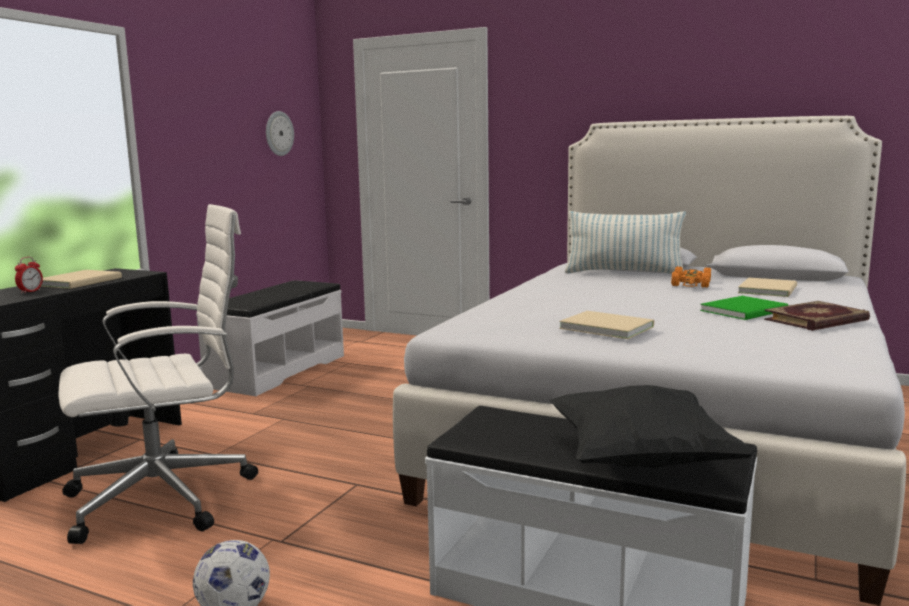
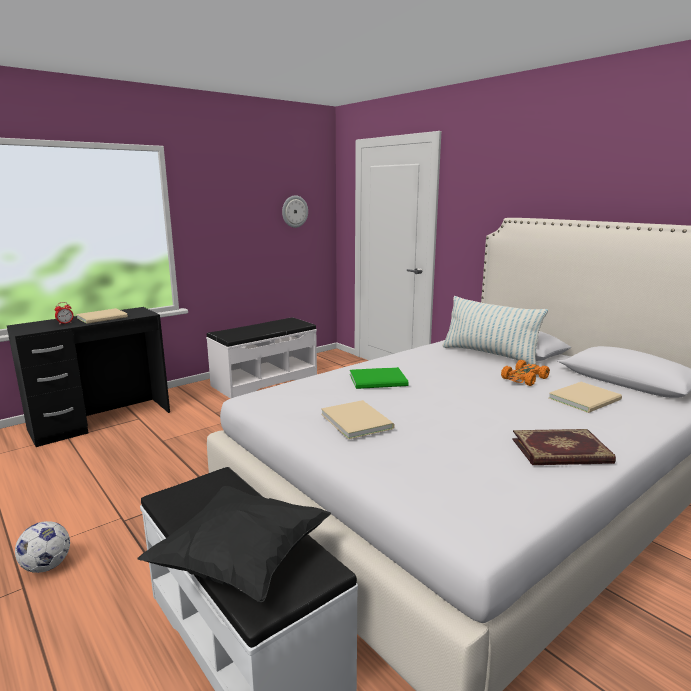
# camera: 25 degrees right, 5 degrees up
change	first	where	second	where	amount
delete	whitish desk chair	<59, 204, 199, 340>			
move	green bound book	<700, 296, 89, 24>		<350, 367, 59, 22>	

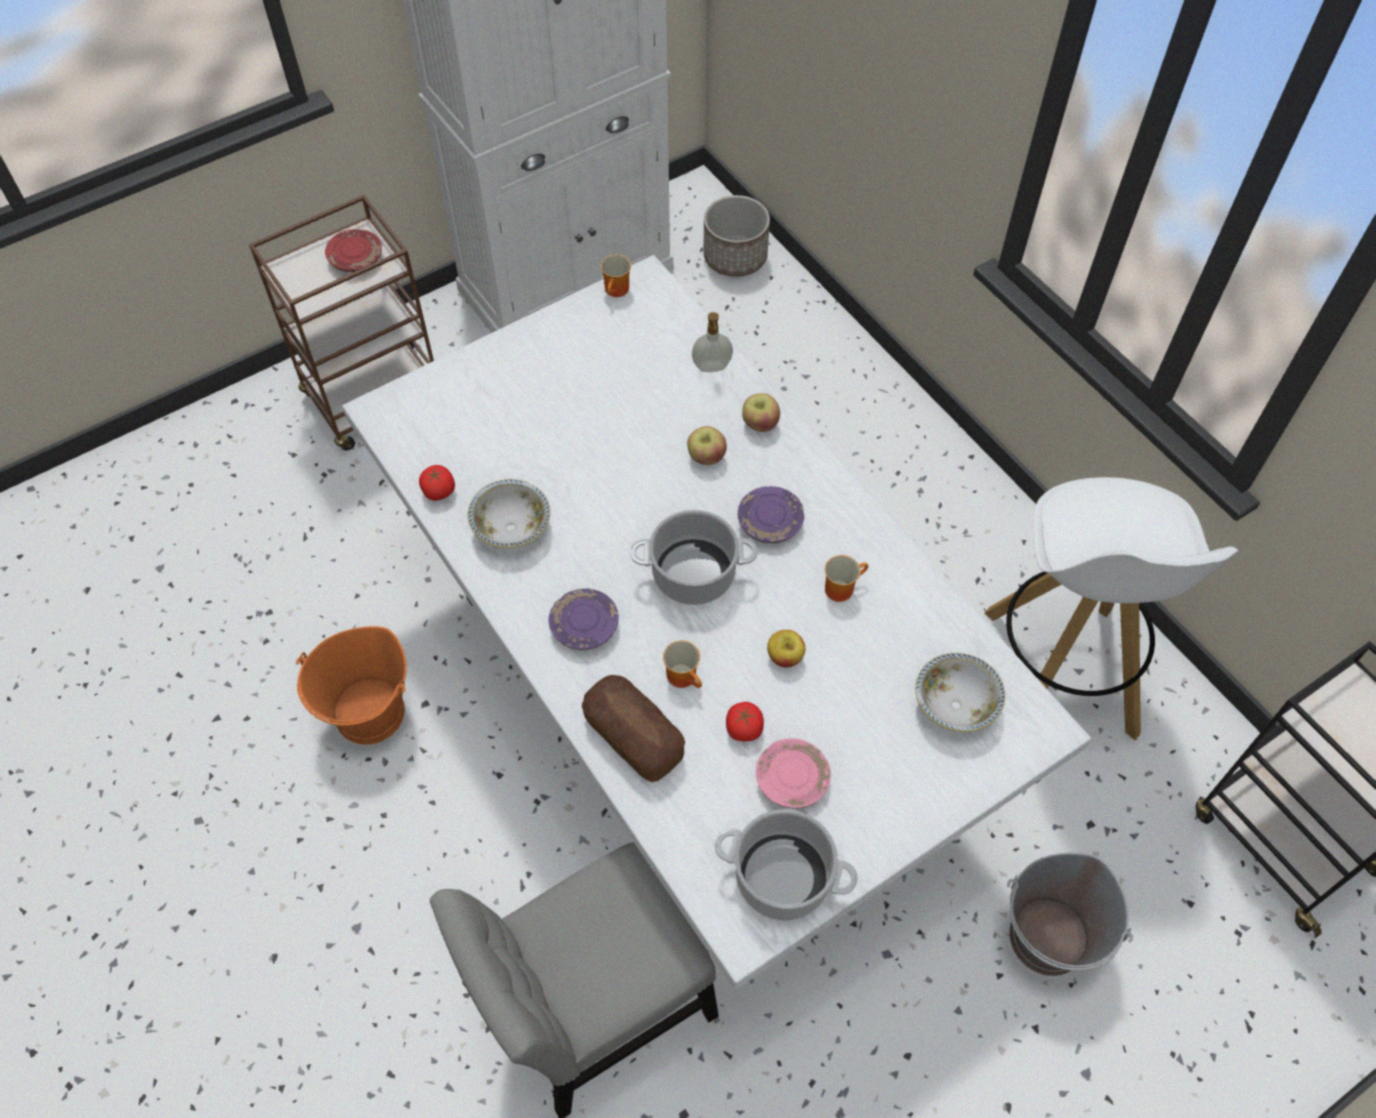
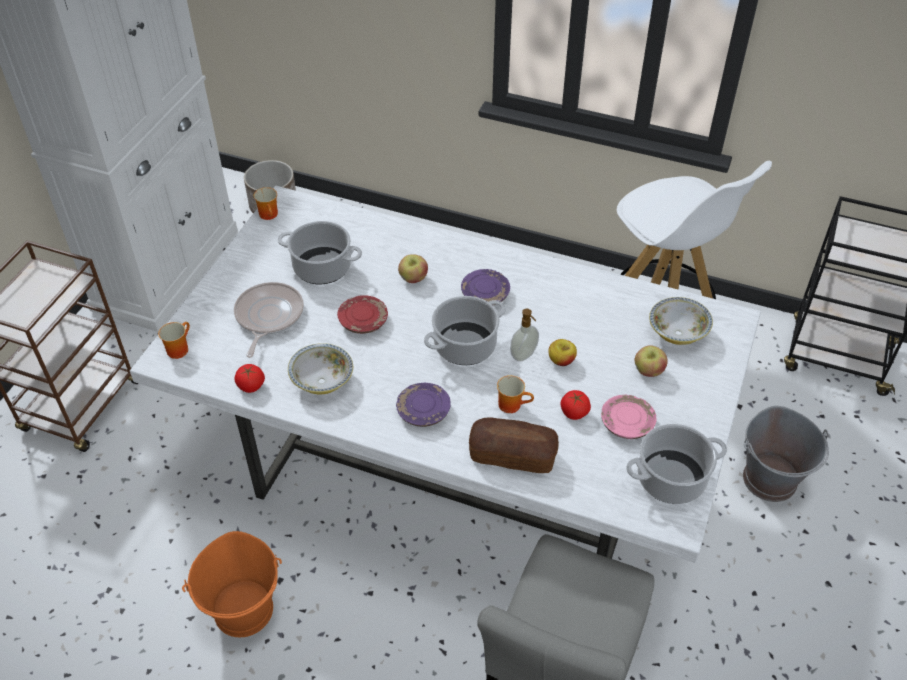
# camera: 35 degrees left, 10 degrees down
change	first	where	second	where	amount
move	reddish plate	<325, 229, 57, 43>		<337, 295, 51, 39>	
move	soap dispenser	<692, 312, 41, 60>		<510, 309, 29, 53>	
move	apple fruit	<742, 393, 38, 39>		<635, 345, 33, 32>	
move	tea mug	<825, 555, 43, 47>		<158, 322, 32, 37>	
insert			skillet	<234, 282, 70, 76>	
insert			cooking pot	<278, 221, 84, 63>	

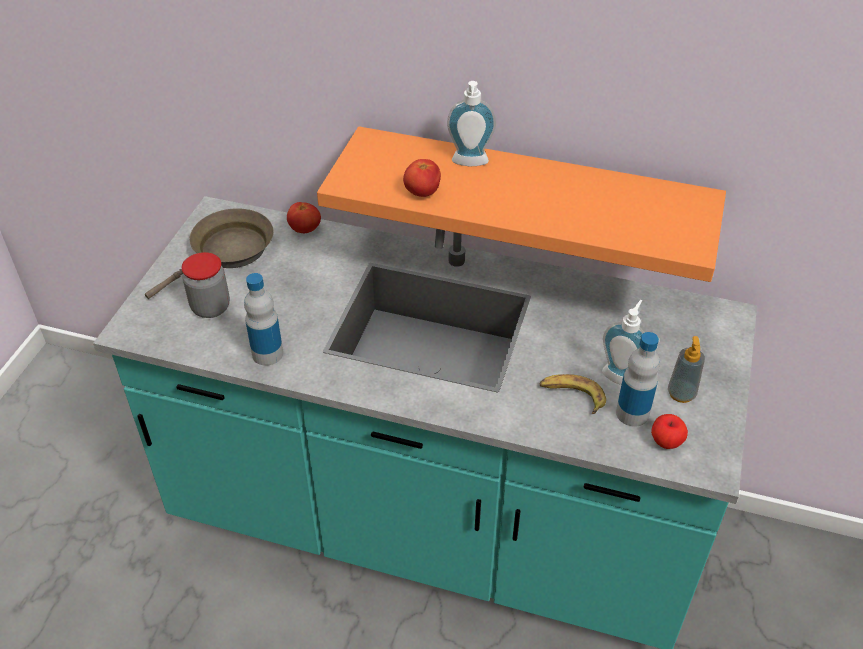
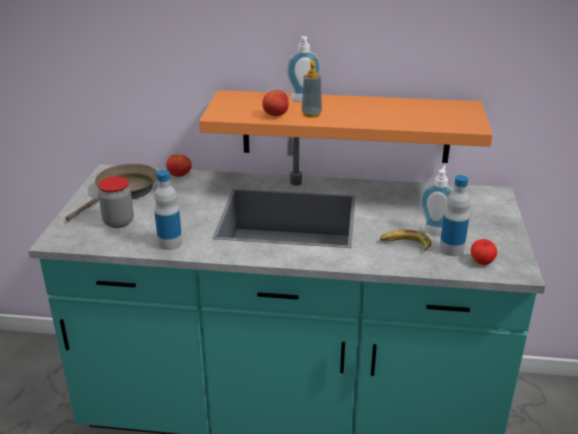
# camera: 10 degrees left, 15 degrees down
change	first	where	second	where	amount
move	soap dispenser	<668, 336, 37, 67>		<301, 60, 21, 58>	

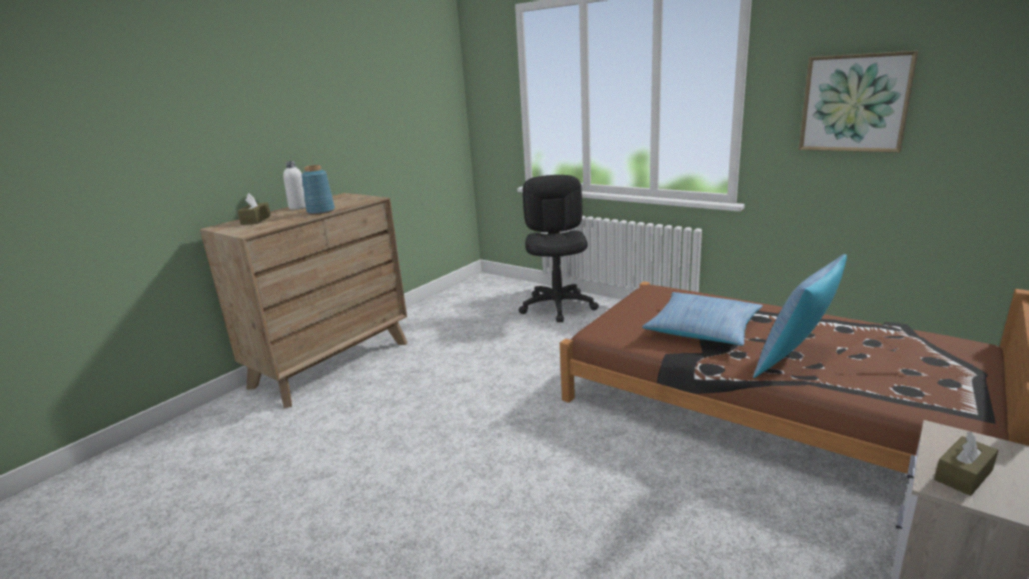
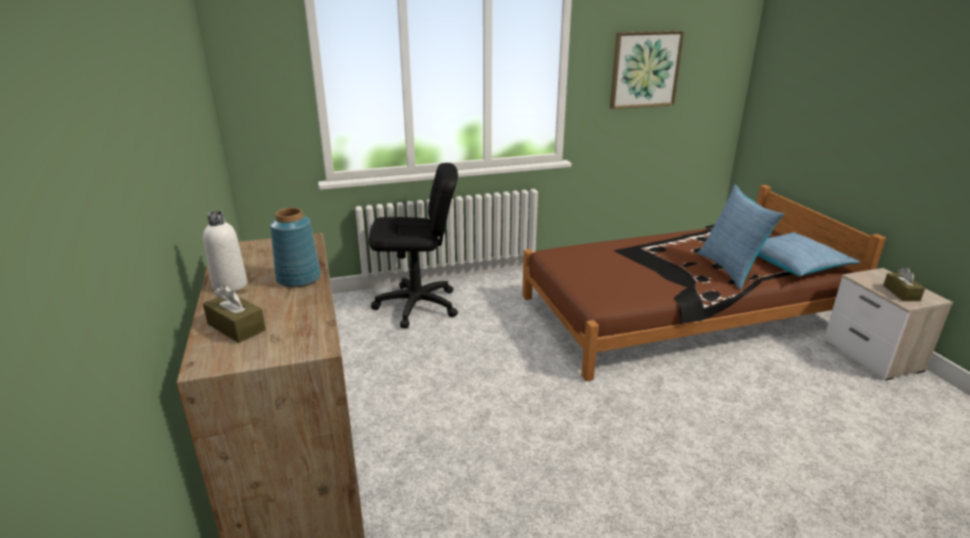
# camera: 55 degrees left, 5 degrees up
change	first	where	second	where	amount
rotate	black-coloured desk chair	<519, 175, 80, 147>		<369, 163, 89, 165>	135 degrees clockwise
move	cushion	<642, 292, 121, 54>		<757, 232, 104, 45>	

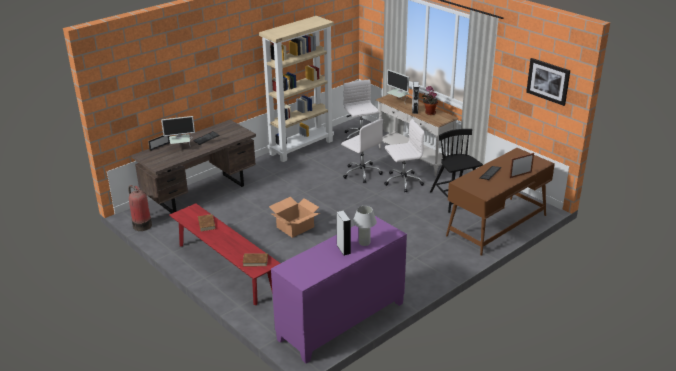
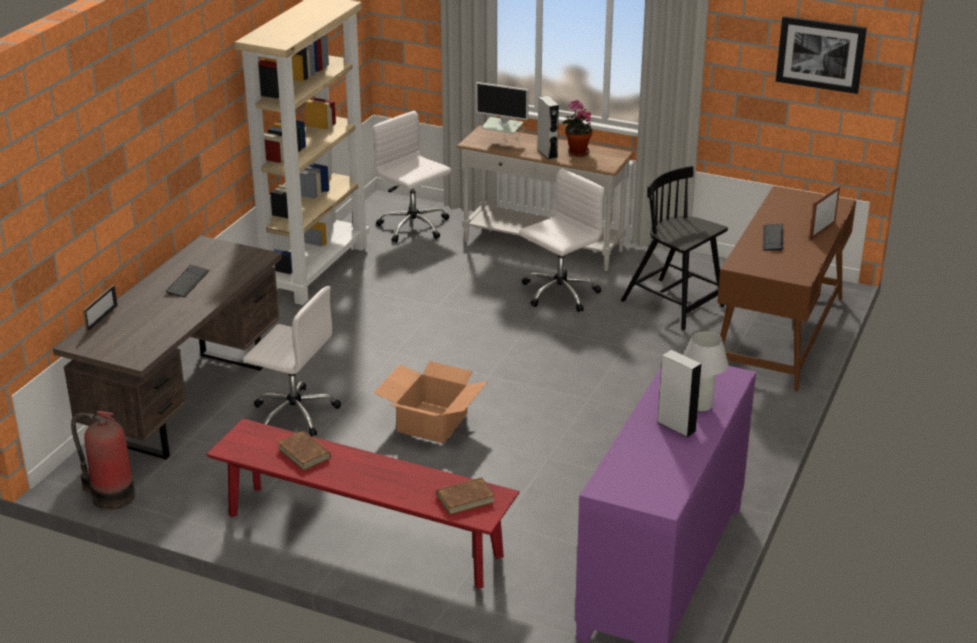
# camera: 25 degrees left, 0 degrees up
change	first	where	second	where	amount
delete	computer display	<161, 116, 34, 31>			
move	whitish desk chair	<341, 119, 42, 64>		<243, 286, 98, 151>	

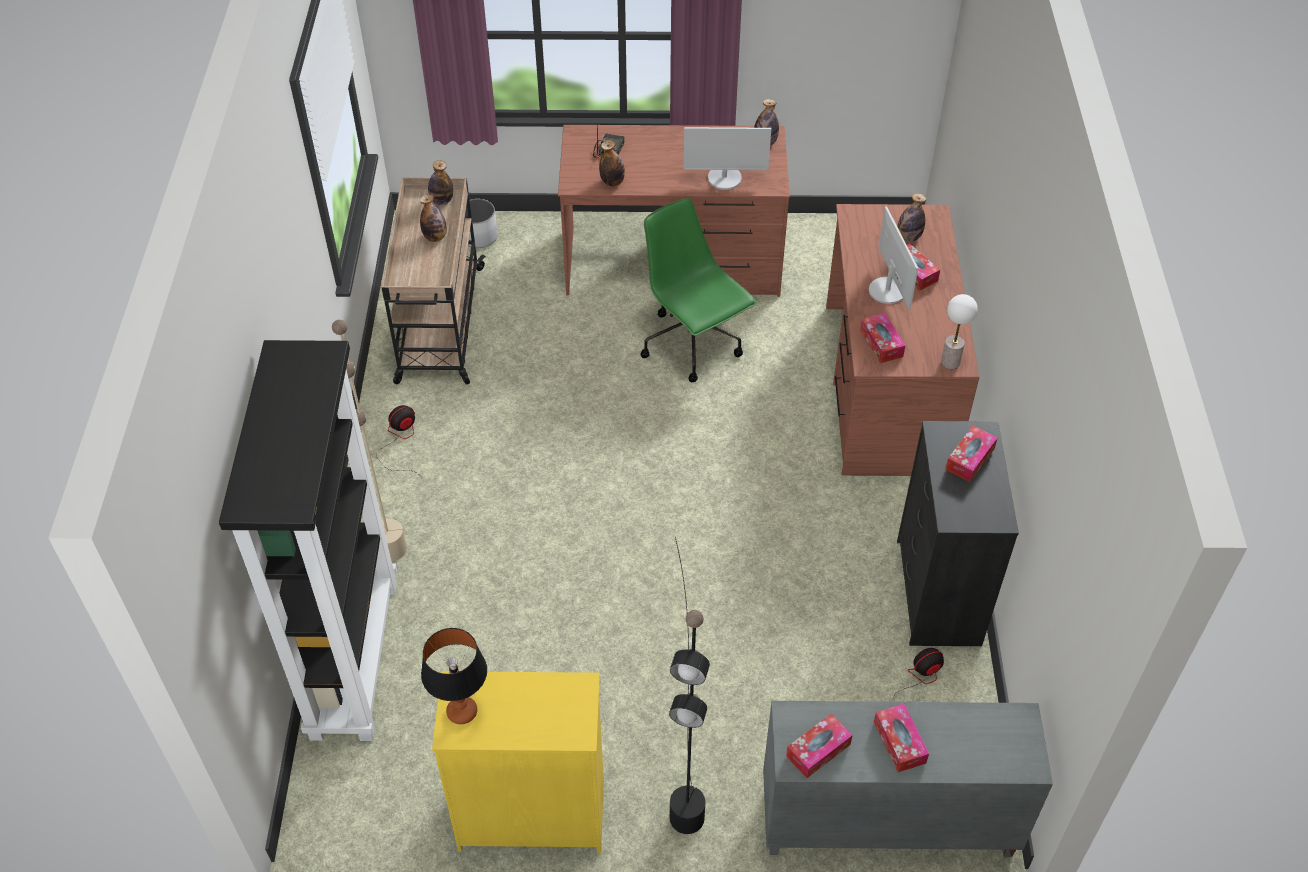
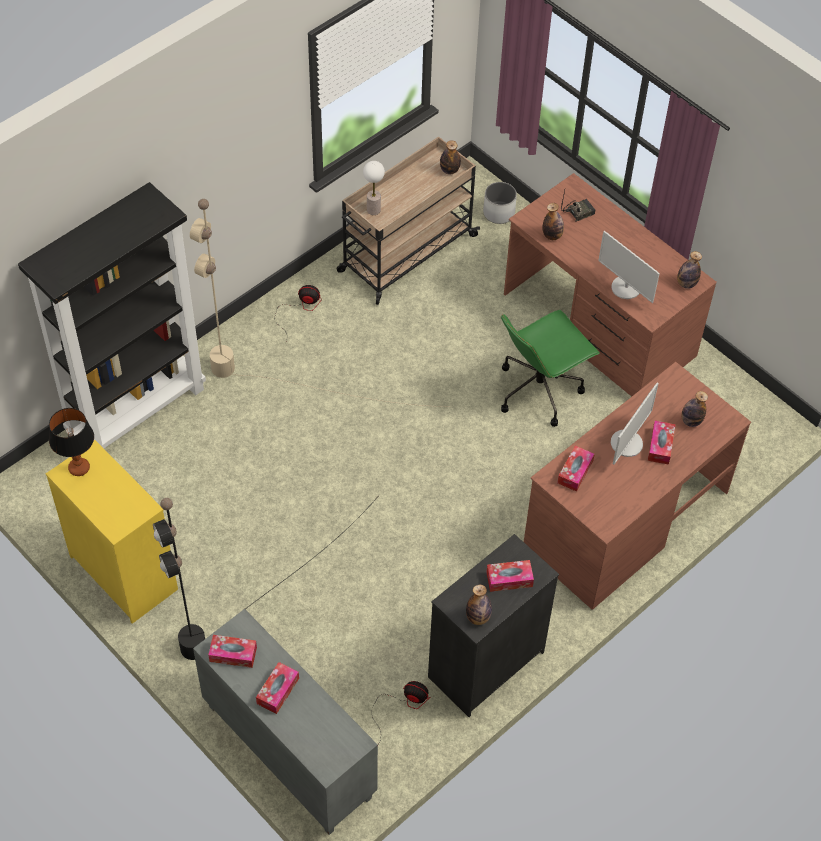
# camera: 45 degrees right, 5 degrees up
change	first	where	second	where	amount
move	drink bottle	<420, 194, 27, 48>		<466, 585, 26, 40>	
rotate	green desk chair	<641, 198, 115, 184>		<501, 310, 98, 117>	135 degrees counterclockwise
move	tabletop lamp	<941, 294, 37, 75>		<363, 161, 22, 54>	

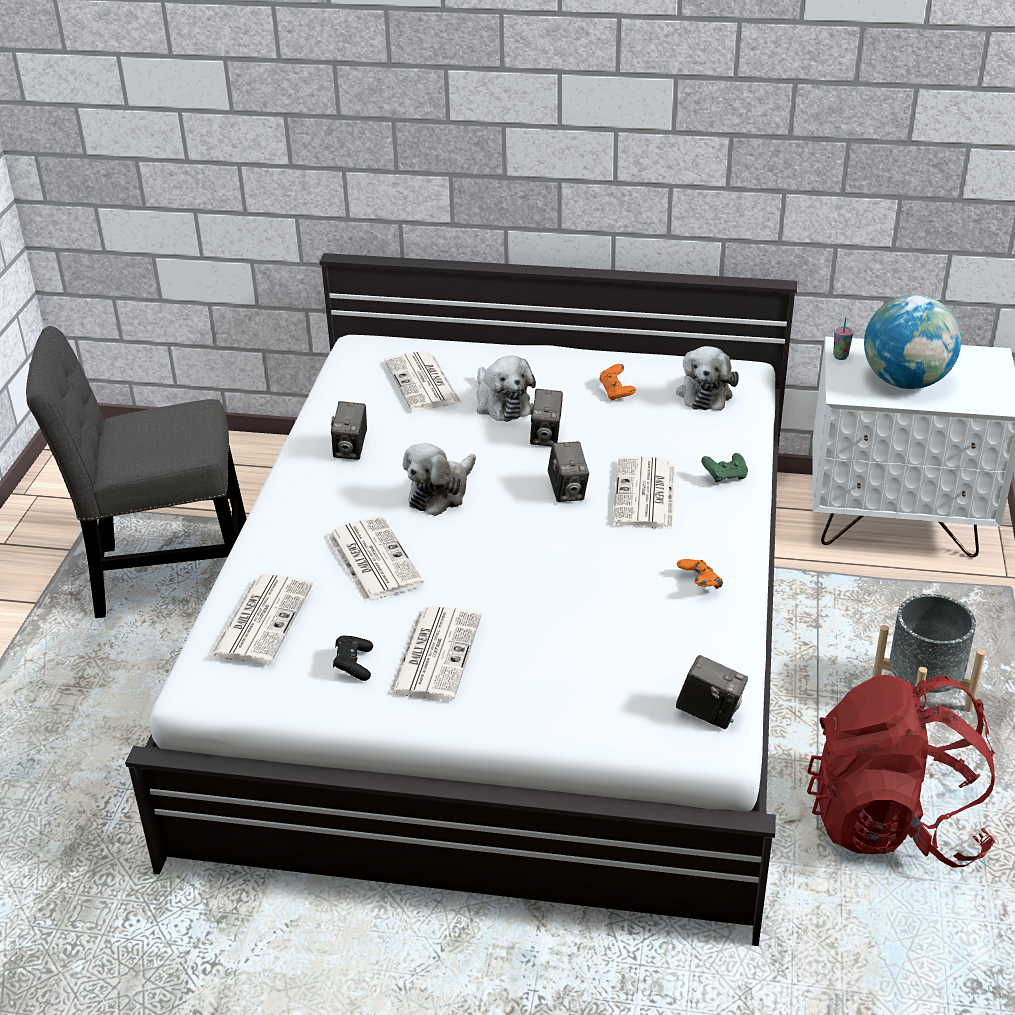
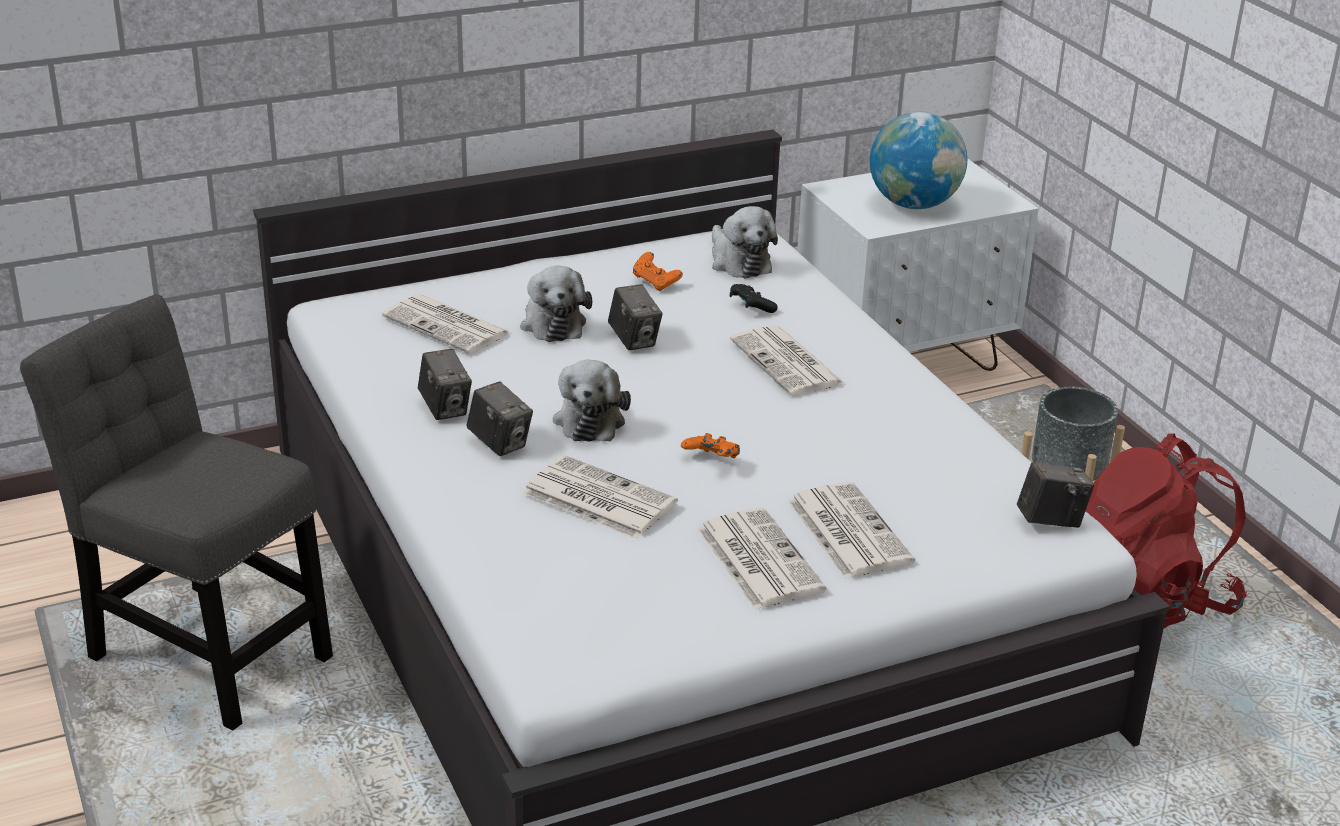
# camera: 35 degrees left, 5 degrees down
change	first	where	second	where	amount
rotate	grey plain chair	<26, 326, 221, 292>		<20, 294, 313, 436>	75 degrees clockwise
move	daily paper	<209, 574, 104, 90>		<788, 482, 127, 97>	
move	black-coloured game controller	<333, 636, 40, 45>		<730, 284, 47, 29>	
rotate	plush toy	<477, 356, 59, 66>		<520, 266, 72, 76>	45 degrees clockwise
move	still camera	<548, 442, 41, 60>		<467, 381, 66, 75>	
move	orange game controller	<677, 559, 46, 30>		<681, 433, 59, 25>	
delete	green game controller	<701, 453, 47, 29>			
delete	drinking cup	<833, 317, 20, 43>			

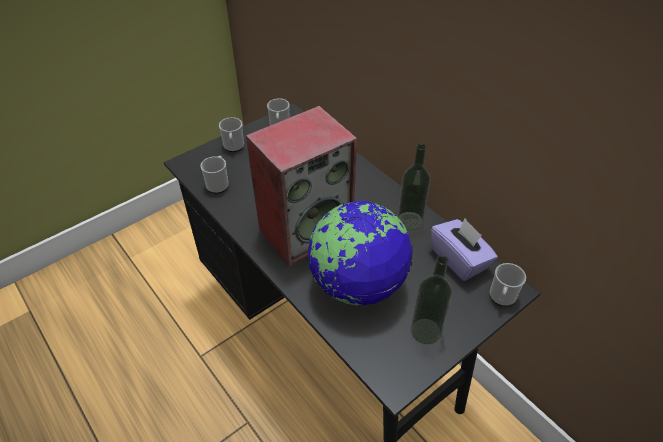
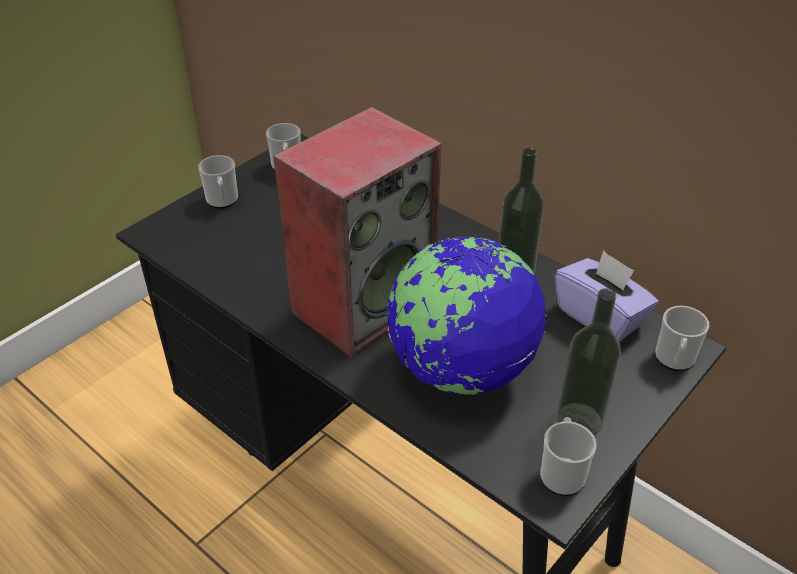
# camera: 10 degrees left, 5 degrees down
change	first	where	second	where	amount
move	tea mug	<201, 156, 28, 38>		<540, 417, 57, 79>	

